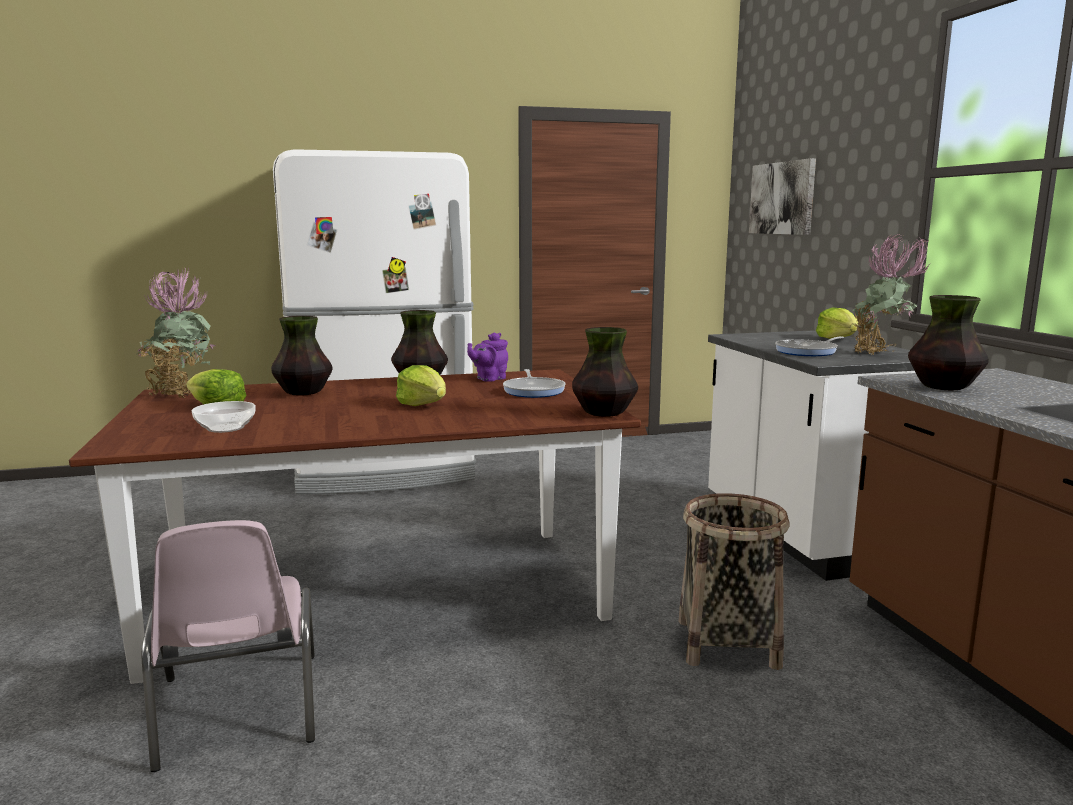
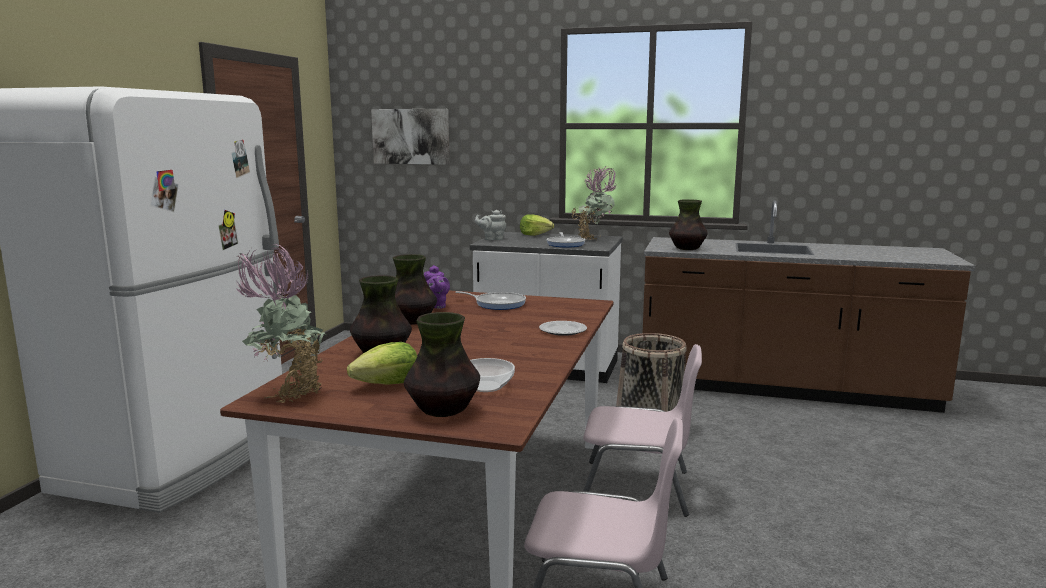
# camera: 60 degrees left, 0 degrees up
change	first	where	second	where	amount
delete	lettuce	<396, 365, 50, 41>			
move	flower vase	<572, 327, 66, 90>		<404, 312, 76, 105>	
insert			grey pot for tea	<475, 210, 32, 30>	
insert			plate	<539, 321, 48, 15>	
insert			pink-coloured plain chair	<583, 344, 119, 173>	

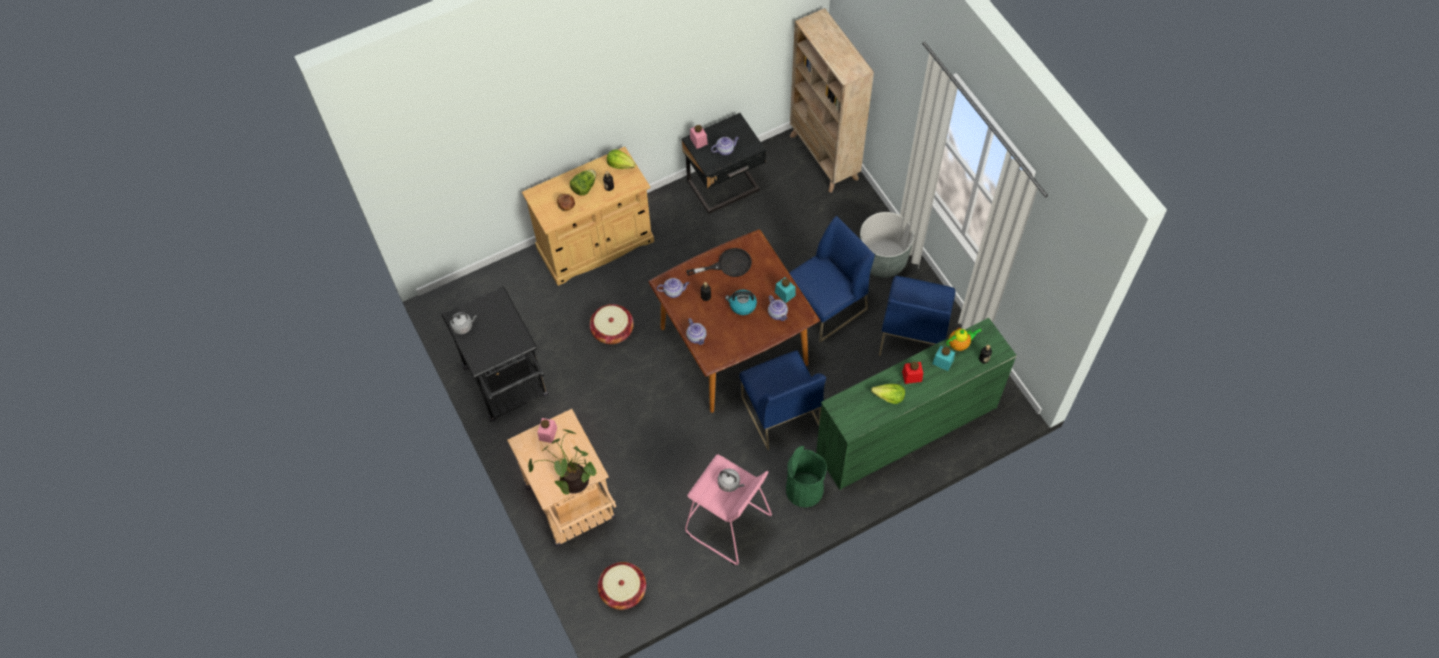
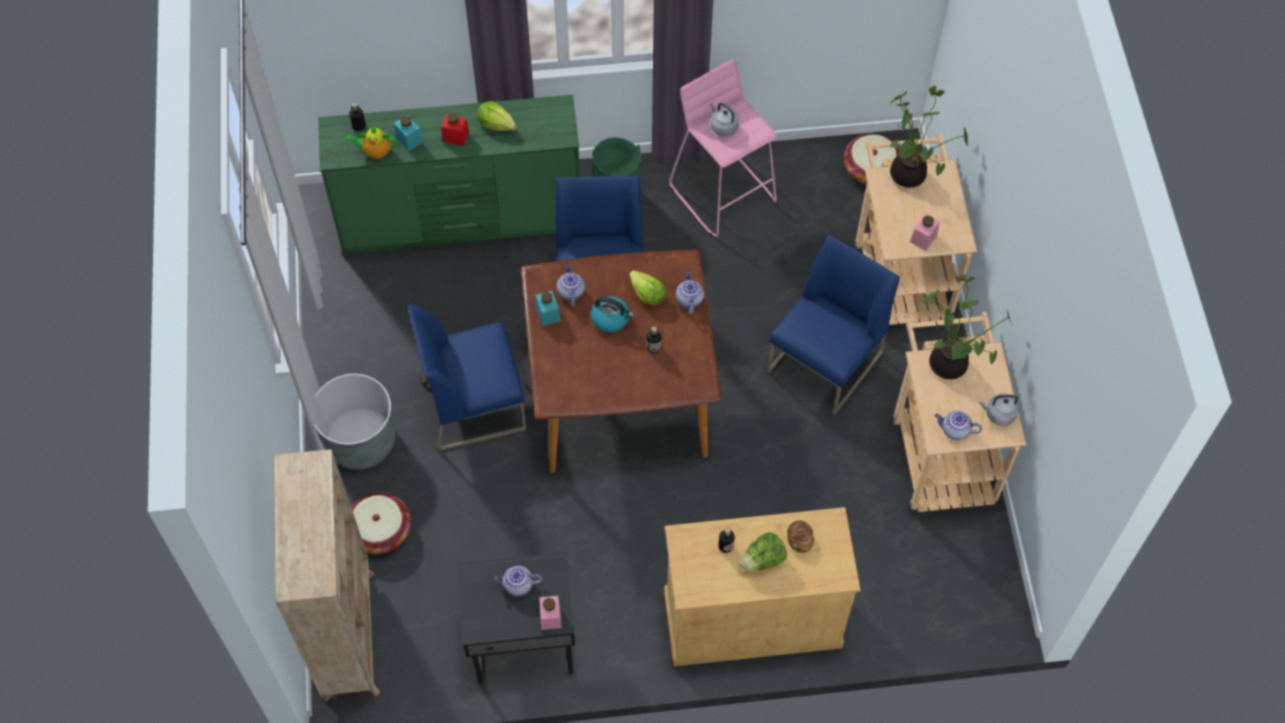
# camera: 160 degrees left, 0 degrees up
change	first	where	second	where	amount
recolor	black-coloured wheeled cart	<442, 286, 106, 136>	beige-coloured wheeled cart	<890, 312, 136, 200>	
move	storage basket	<590, 304, 44, 40>		<351, 492, 60, 62>	
move	lettuce	<607, 149, 29, 20>		<629, 270, 38, 35>	
move	pot for tea	<657, 278, 32, 20>		<935, 411, 47, 29>	
delete	black-coloured skillet	<687, 248, 65, 29>			
move	bluish plain chair	<879, 276, 76, 80>		<767, 234, 133, 181>	
insert			houseplant	<921, 274, 91, 105>	

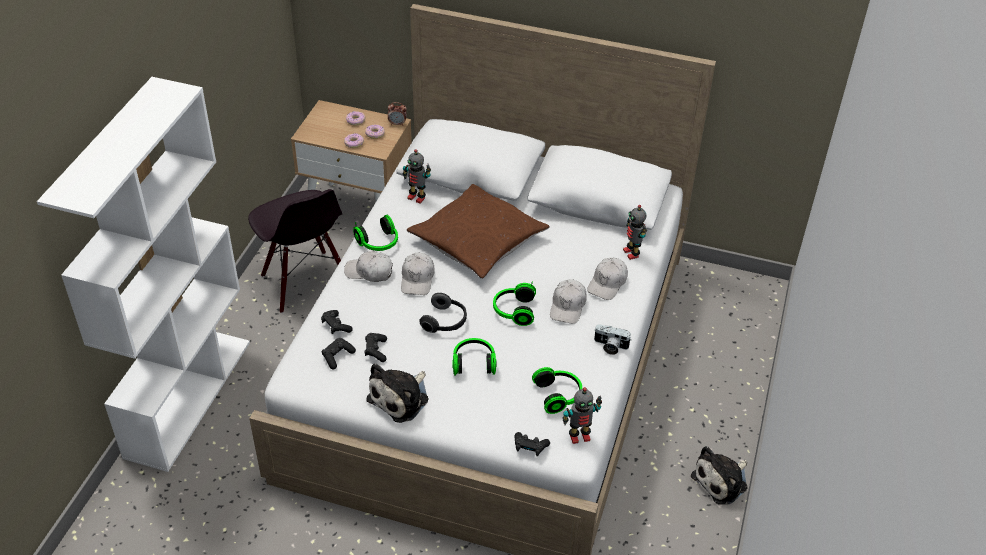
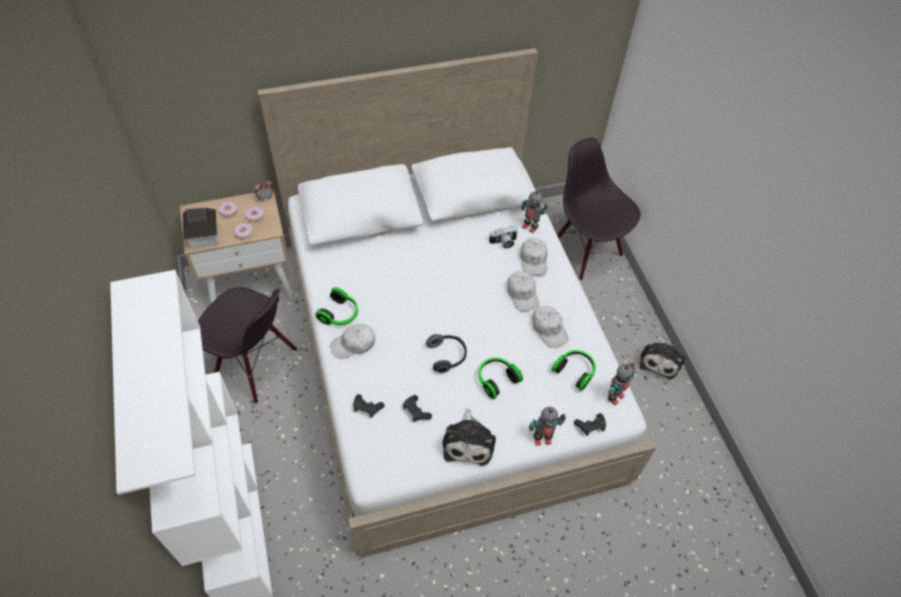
# camera: 35 degrees left, 10 degrees up
change	first	where	second	where	amount
delete	black-coloured game controller	<322, 338, 34, 31>			
move	whitish baseball cap	<401, 253, 34, 42>		<532, 306, 37, 42>	
move	model robot	<403, 149, 28, 54>		<529, 407, 37, 38>	
delete	brownish cushion	<407, 184, 142, 95>			
delete	headset	<493, 281, 43, 45>			
move	still camera	<594, 324, 37, 31>		<489, 226, 29, 23>	
insert			model house	<183, 208, 36, 41>	
insert			black-coloured plain chair	<557, 138, 83, 143>	

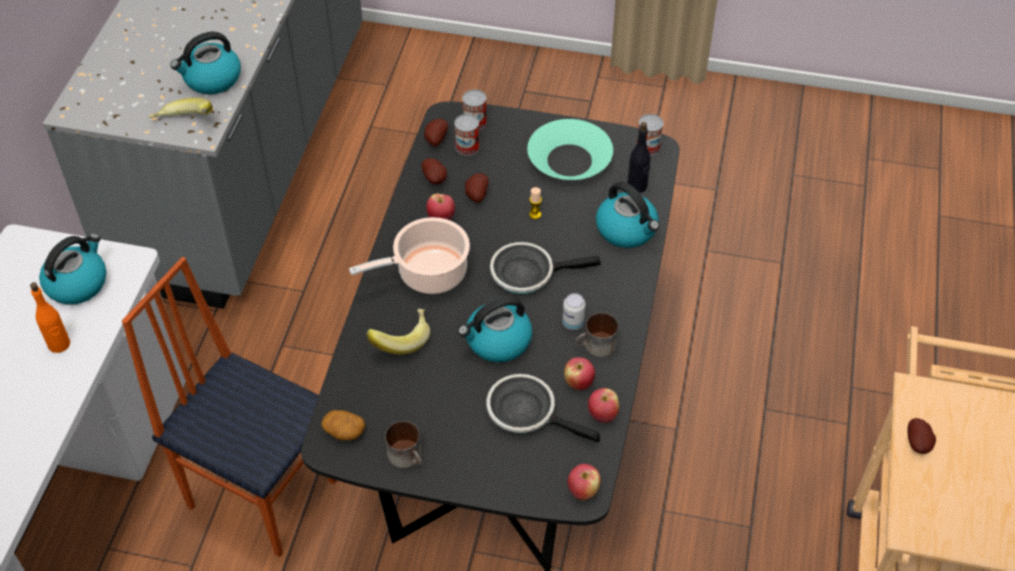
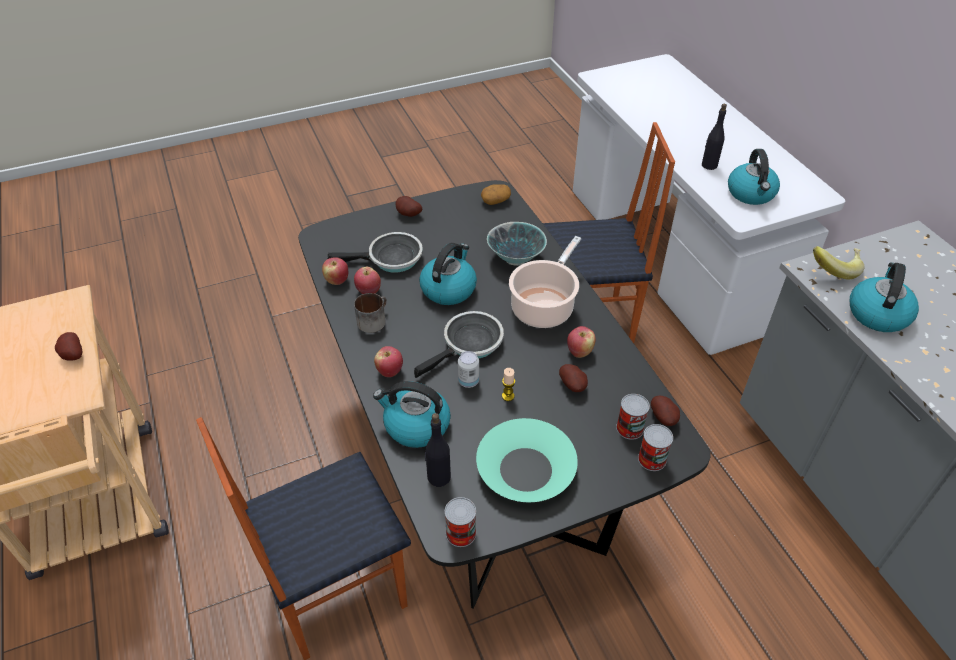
# camera: 145 degrees right, 5 degrees down
change	first	where	second	where	amount
recolor	orange drink bottle	<30, 282, 40, 71>	black-coloured drink bottle	<702, 104, 25, 66>	
replace	banana fruit	<367, 309, 64, 46>	serving bowl	<487, 222, 60, 44>	
delete	tea mug	<385, 421, 37, 47>			
move	potato	<422, 158, 25, 26>		<395, 196, 28, 21>	
move	can	<562, 293, 24, 37>		<458, 351, 21, 37>	
move	apple fruit	<568, 464, 33, 36>		<374, 346, 29, 31>	
insert			plain chair	<196, 417, 215, 243>	

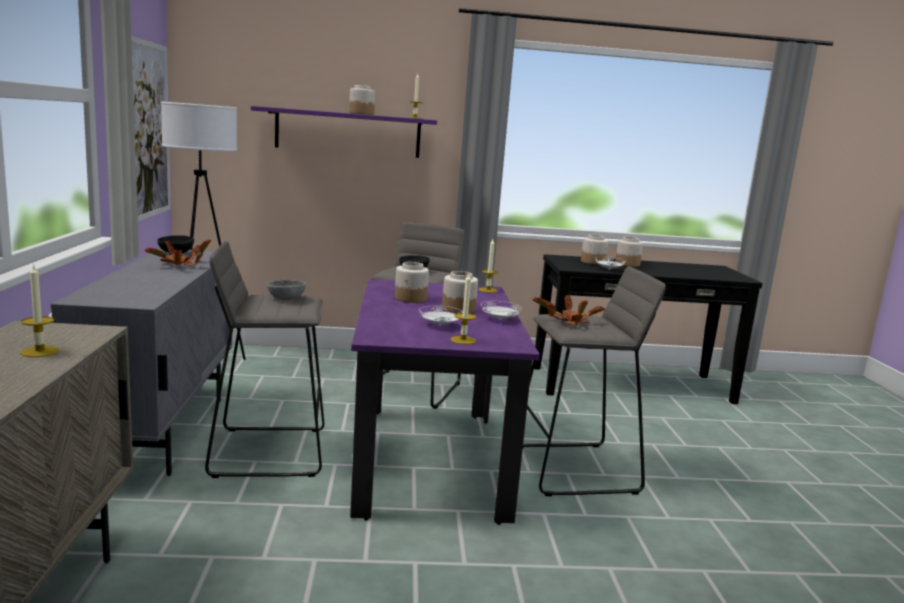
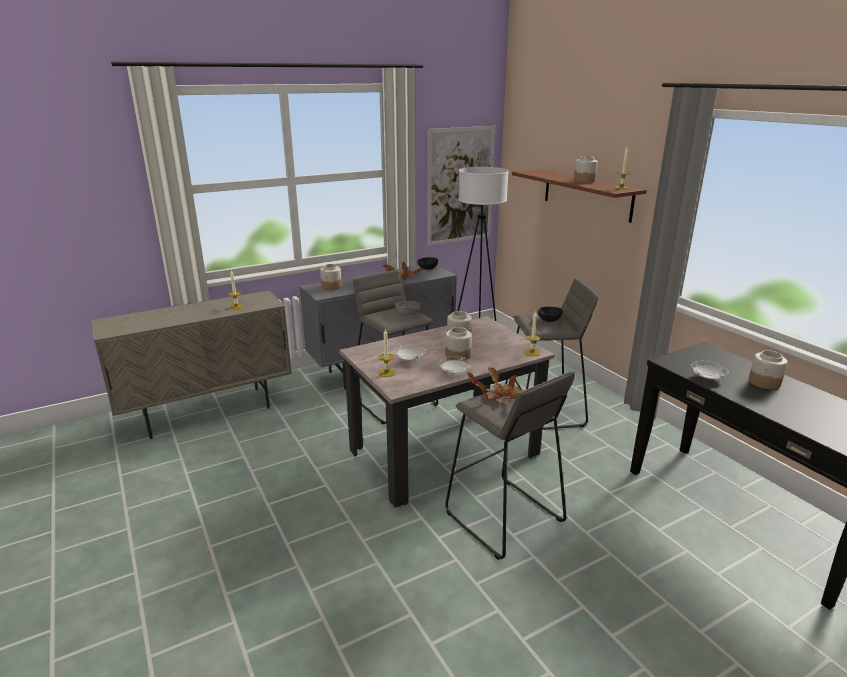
# camera: 65 degrees right, 10 degrees up
change	first	where	second	where	amount
recolor	purple-coloured bracket shelf	<251, 106, 186, 52>	brownish bracket shelf	<512, 169, 135, 54>	
recolor	purple-coloured dining table	<350, 279, 190, 246>	beige-coloured dining table	<339, 317, 216, 191>	
move	storage jar	<581, 235, 27, 30>		<320, 264, 22, 26>	

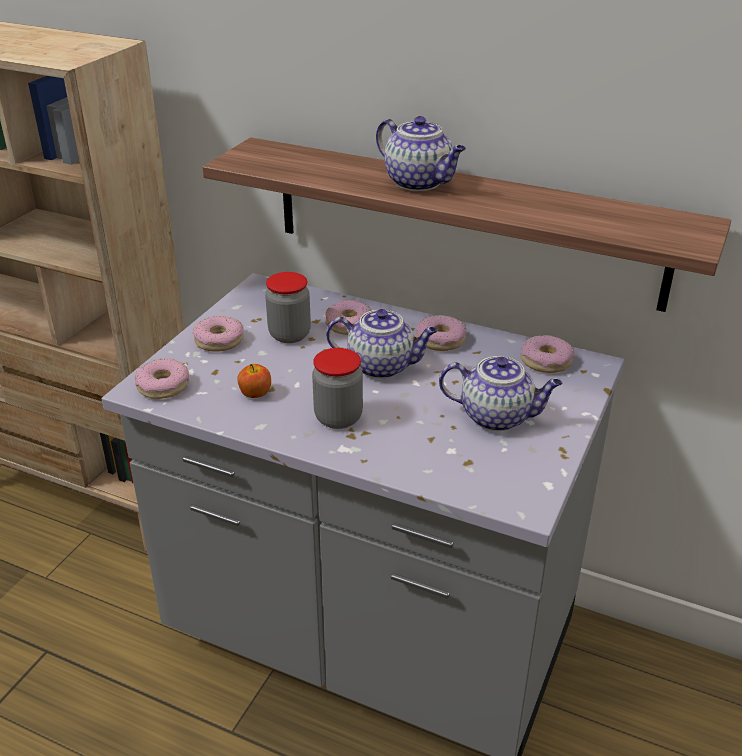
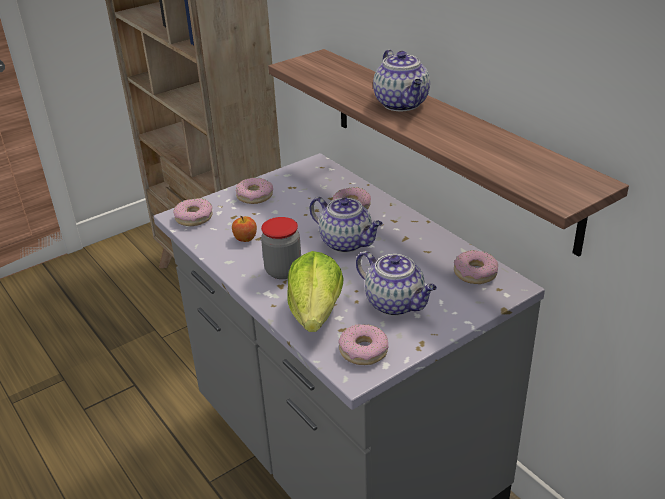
# camera: 30 degrees right, 0 degrees up
change	first	where	second	where	amount
delete	storage jar	<265, 272, 46, 71>			
move	donut	<416, 315, 50, 36>		<338, 324, 50, 41>	
insert			lettuce	<287, 251, 56, 81>	

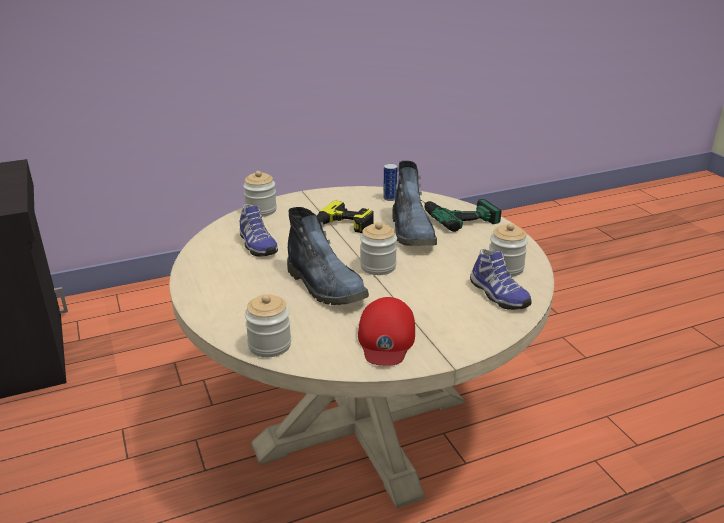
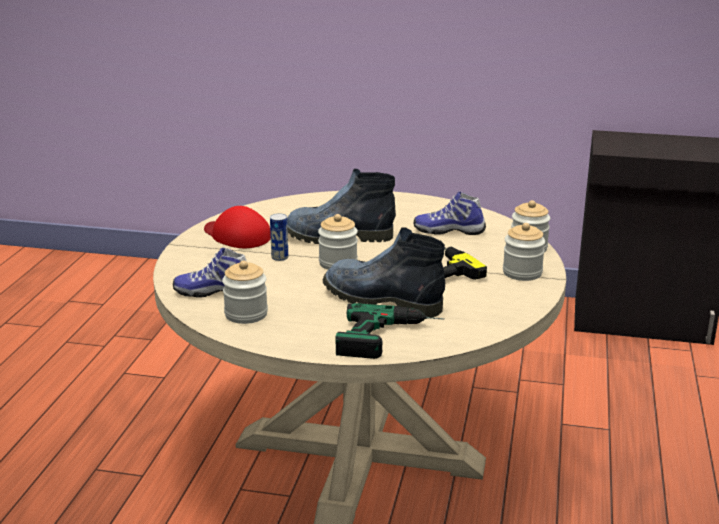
# camera: 125 degrees right, 5 degrees down
change	first	where	second	where	amount
move	storage jar	<245, 294, 46, 63>		<503, 223, 42, 58>	
move	can	<383, 164, 15, 37>		<270, 213, 18, 48>	

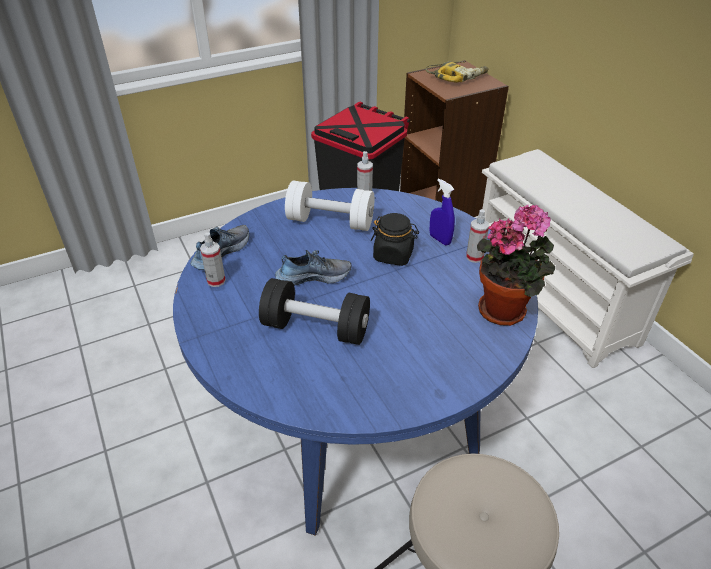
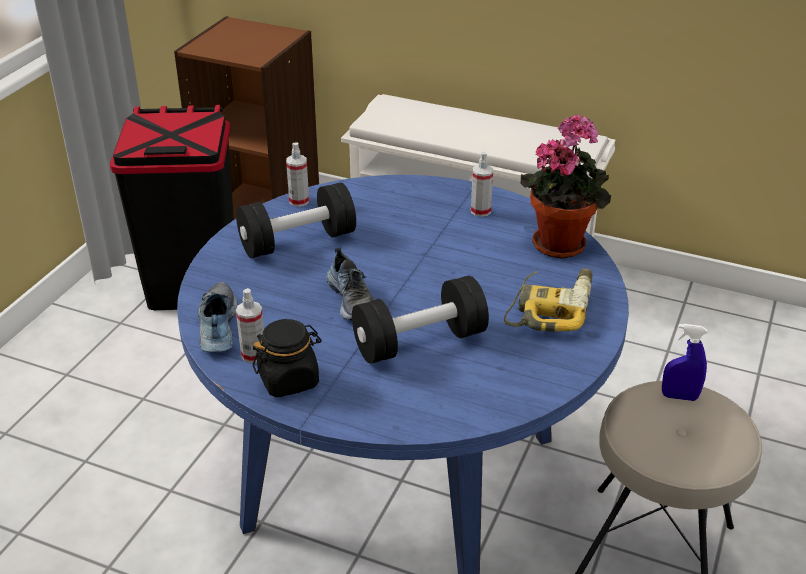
# camera: 40 degrees left, 5 degrees down
change	first	where	second	where	amount
rotate	shoe	<275, 250, 77, 36>		<326, 248, 48, 72>	120 degrees clockwise
recolor	whitish dumbbell	<285, 181, 90, 50>	black-coloured dumbbell	<236, 182, 120, 76>	
move	black-coloured storage jar	<371, 213, 48, 53>		<253, 319, 69, 79>	
move	electric drill	<425, 61, 63, 22>		<504, 268, 89, 64>	
move	bluish spray bottle	<430, 178, 25, 68>		<662, 324, 46, 77>	

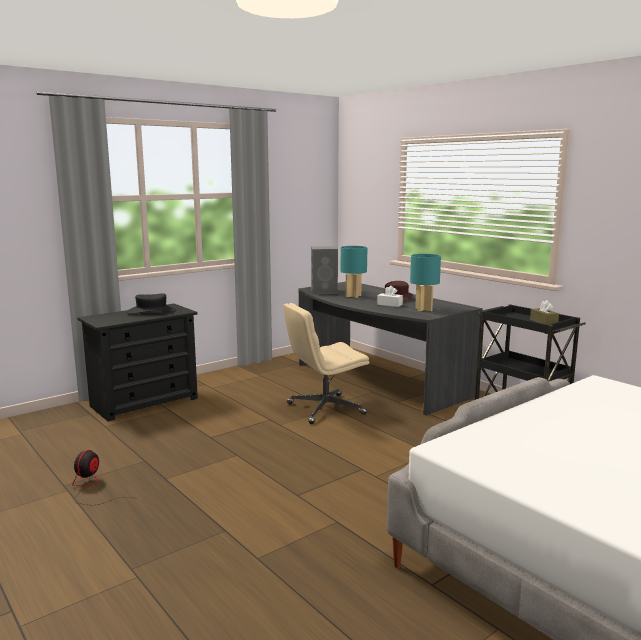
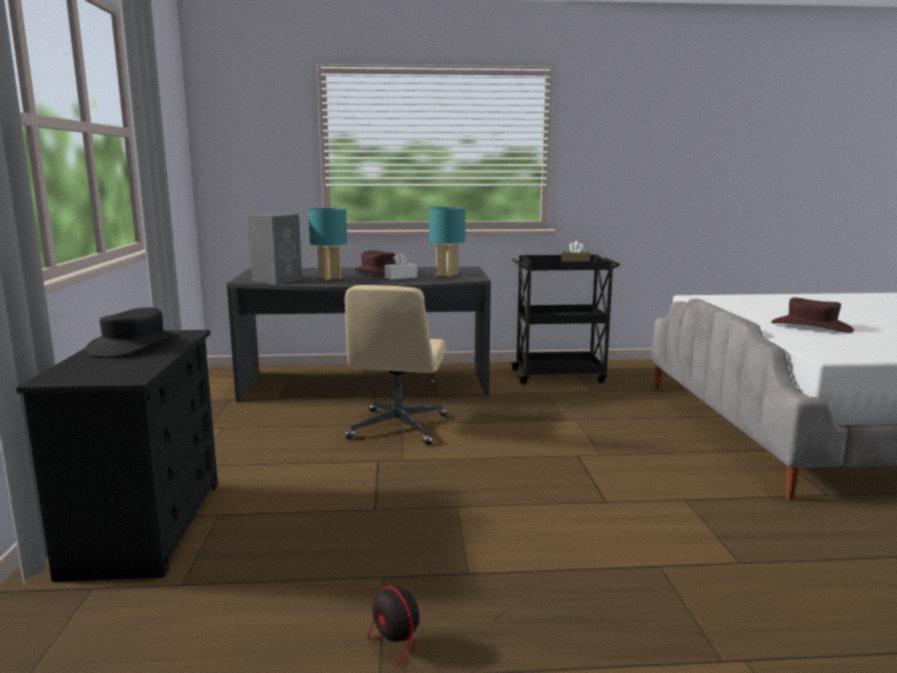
# camera: 55 degrees left, 0 degrees up
change	first	where	second	where	amount
insert			brownish clothing hat	<771, 298, 83, 35>	

